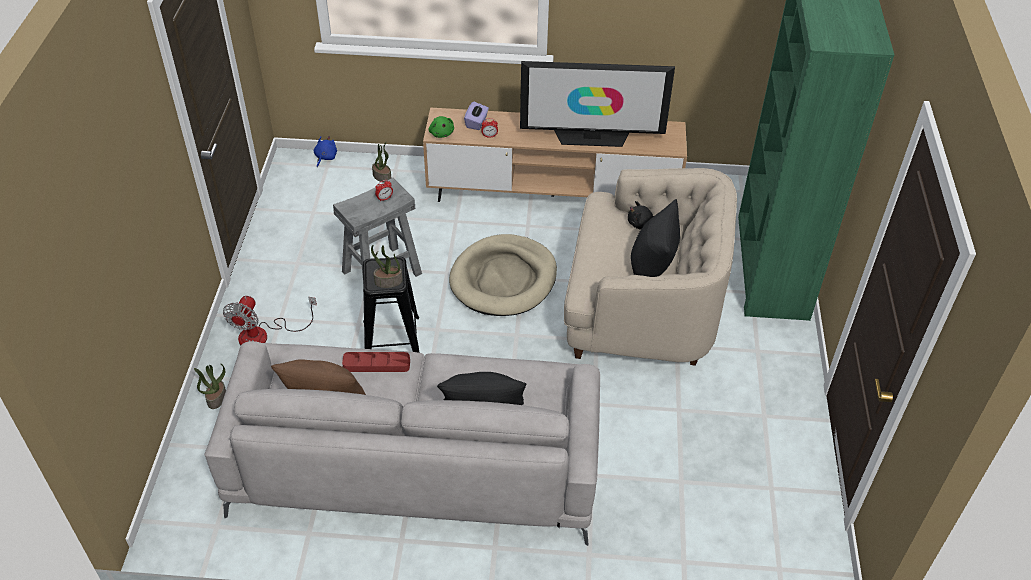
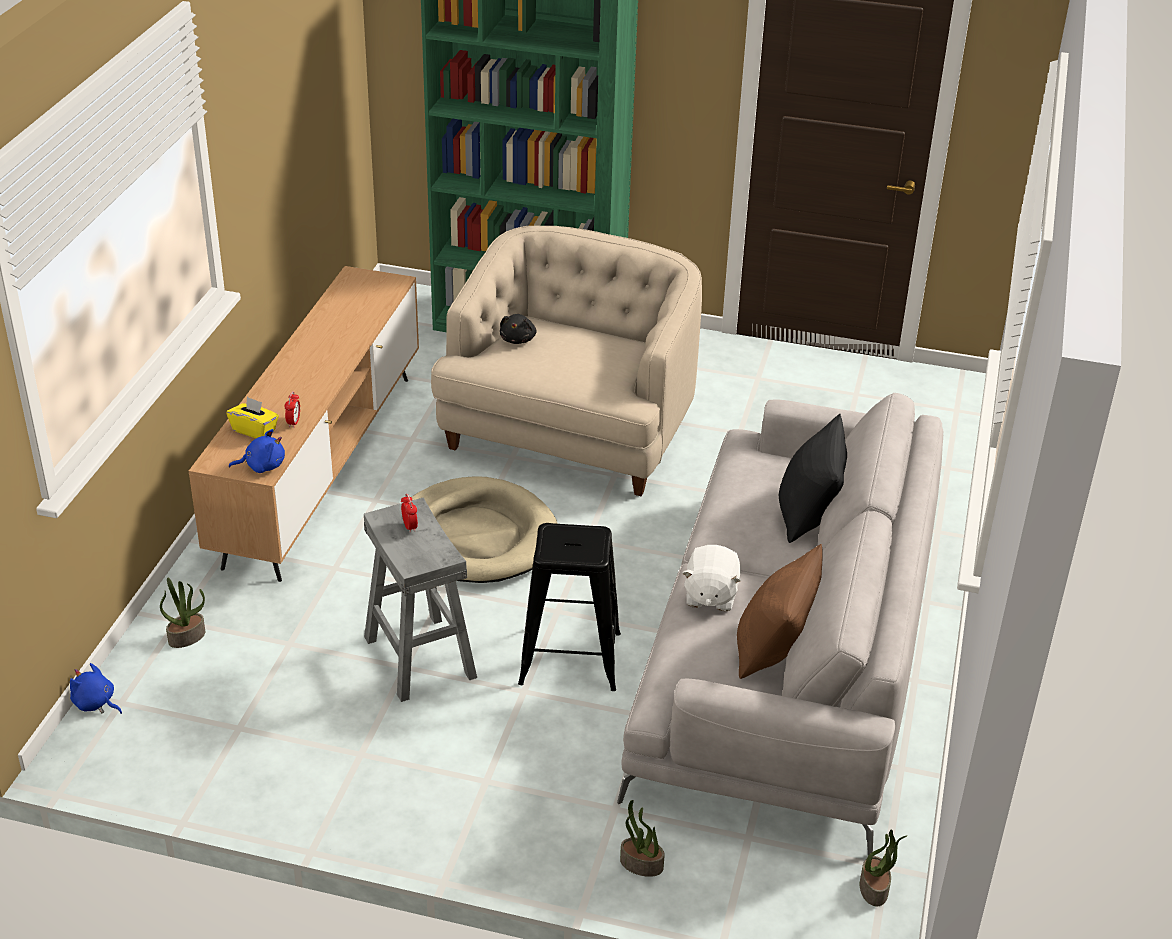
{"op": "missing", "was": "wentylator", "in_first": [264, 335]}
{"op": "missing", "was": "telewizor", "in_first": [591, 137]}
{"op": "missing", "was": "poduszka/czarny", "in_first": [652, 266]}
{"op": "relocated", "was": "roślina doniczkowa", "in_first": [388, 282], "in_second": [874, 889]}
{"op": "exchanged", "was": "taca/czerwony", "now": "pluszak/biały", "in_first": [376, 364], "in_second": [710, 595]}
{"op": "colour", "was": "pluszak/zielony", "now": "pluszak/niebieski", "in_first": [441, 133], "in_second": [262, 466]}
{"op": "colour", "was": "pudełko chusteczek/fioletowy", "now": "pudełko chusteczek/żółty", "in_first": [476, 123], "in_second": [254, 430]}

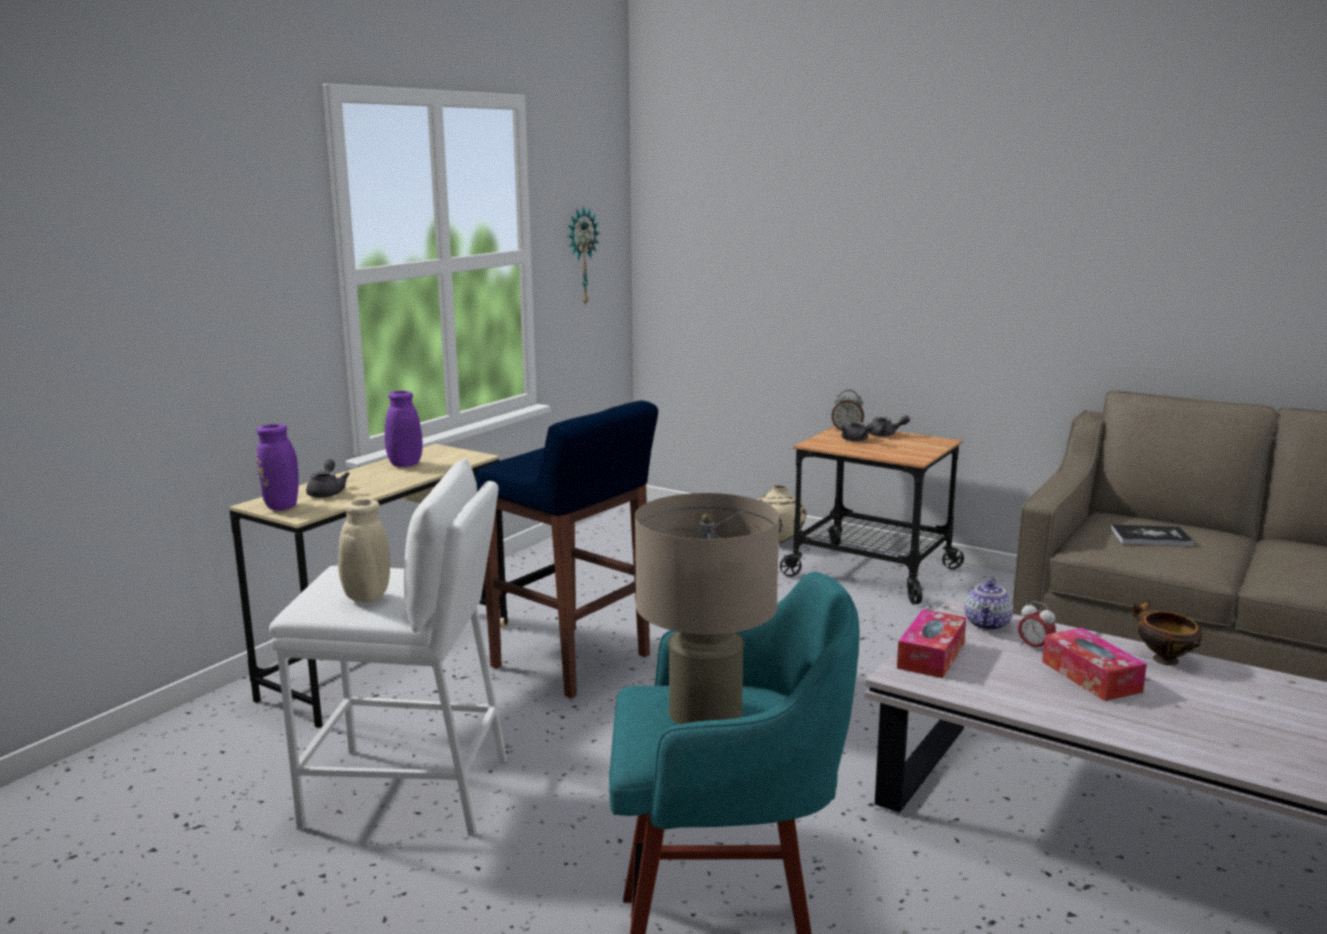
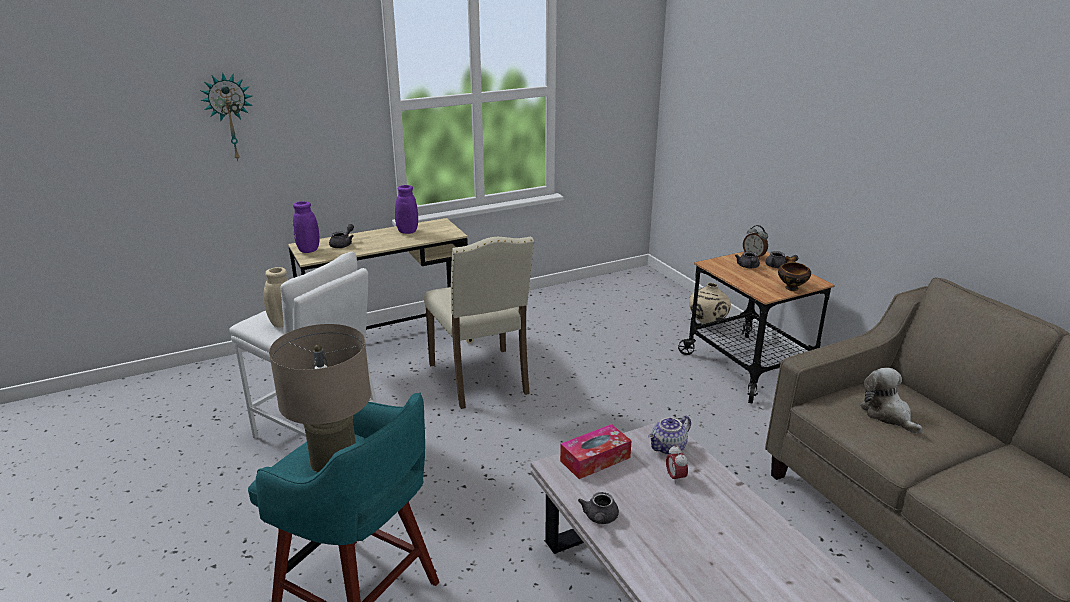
{"op": "missing", "was": "pudełko chusteczek", "in_first": [1091, 676]}
{"op": "appeared", "now": "imbryk/szary", "in_second": [599, 518]}
{"op": "relocated", "was": "zegar ścienny", "in_first": [581, 256], "in_second": [229, 117]}
{"op": "relocated", "was": "miska", "in_first": [1162, 659], "in_second": [791, 287]}
{"op": "exchanged", "was": "stołek/niebieski", "now": "krzesło/beżowy", "in_first": [572, 662], "in_second": [481, 379]}
{"op": "exchanged", "was": "książka", "now": "pluszak", "in_first": [1151, 537], "in_second": [887, 415]}

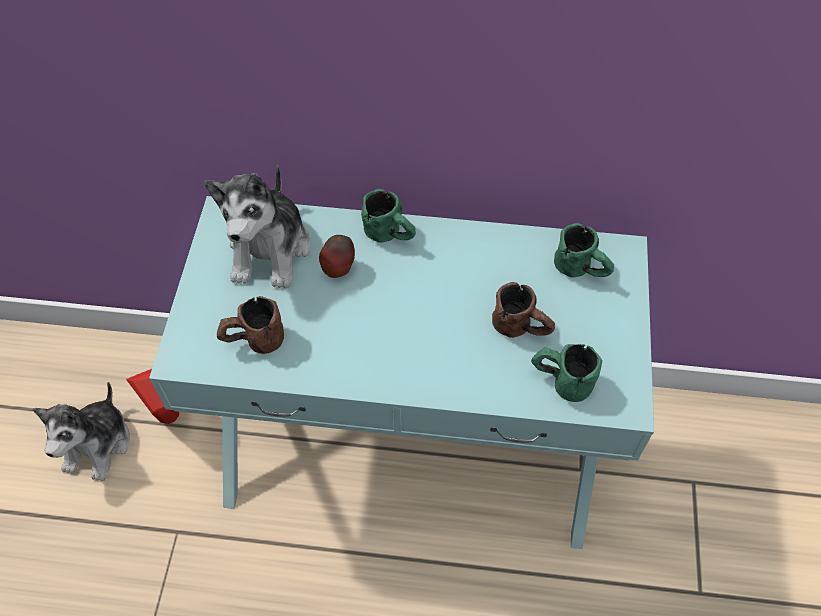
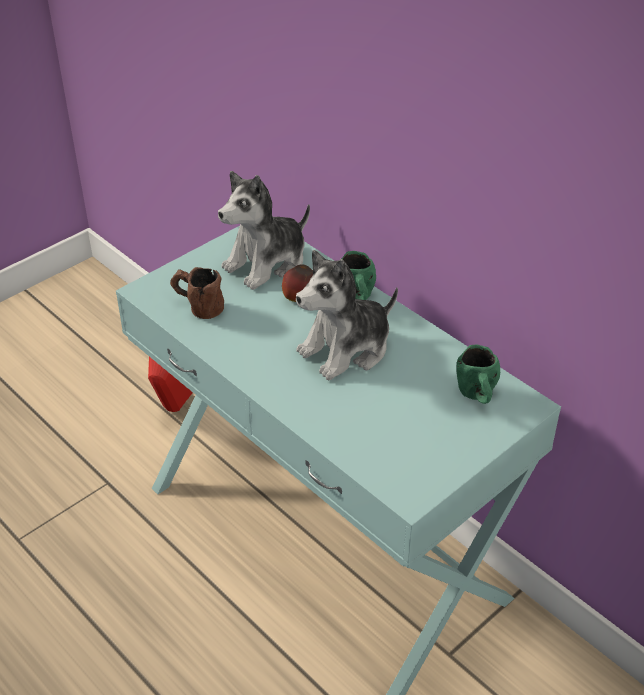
{"op": "missing", "was": "kubek/brązowy", "in_first": [522, 328]}
{"op": "missing", "was": "kubek/zielony", "in_first": [560, 381]}
{"op": "relocated", "was": "pluszak", "in_first": [98, 445], "in_second": [346, 349]}

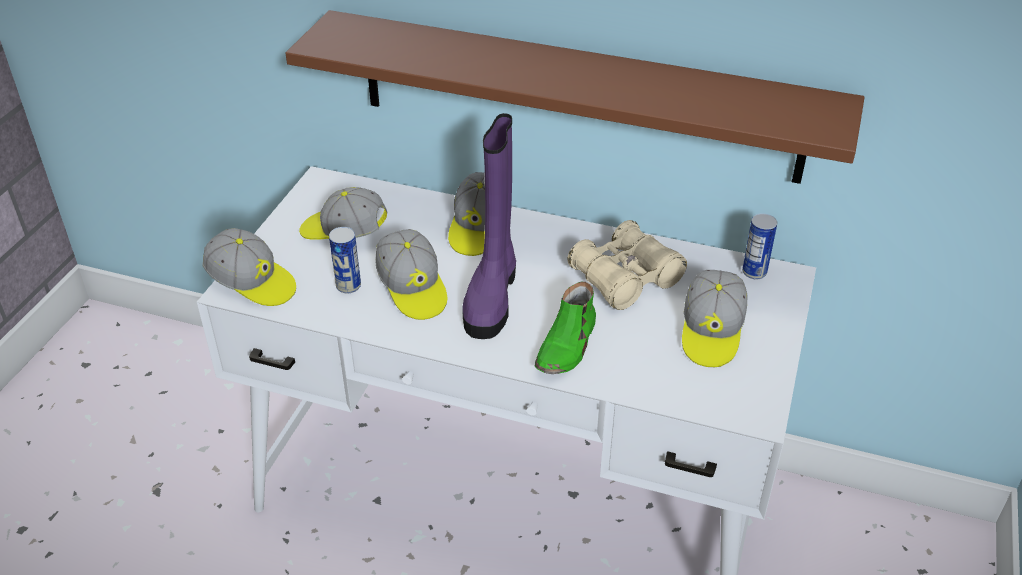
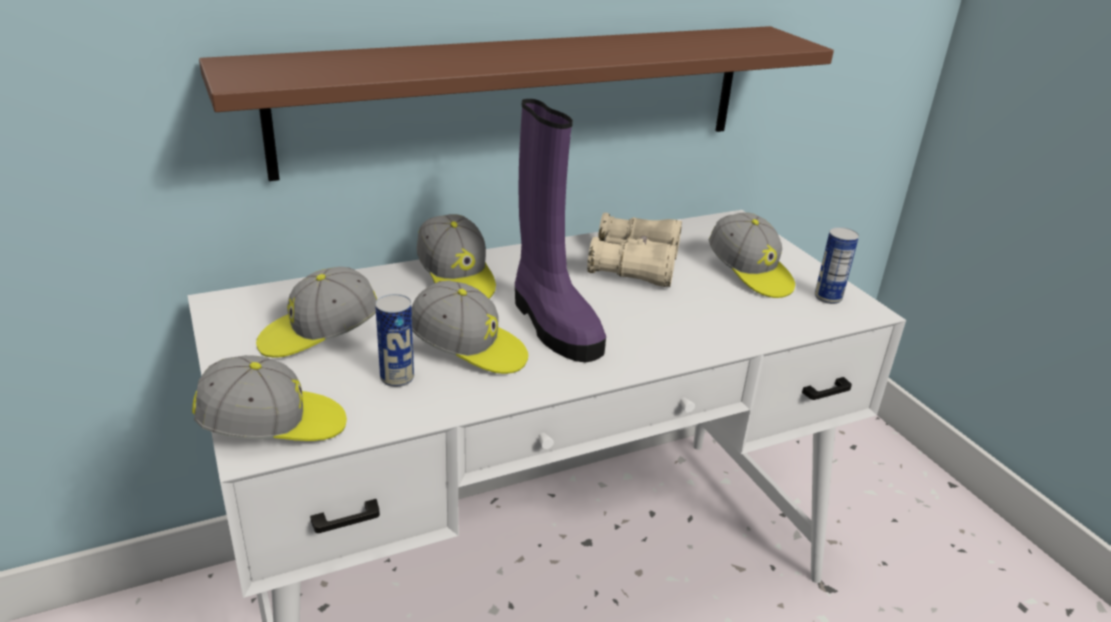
{"op": "missing", "was": "but/zielony", "in_first": [567, 345]}
{"op": "relocated", "was": "puszka", "in_first": [754, 272], "in_second": [828, 297]}

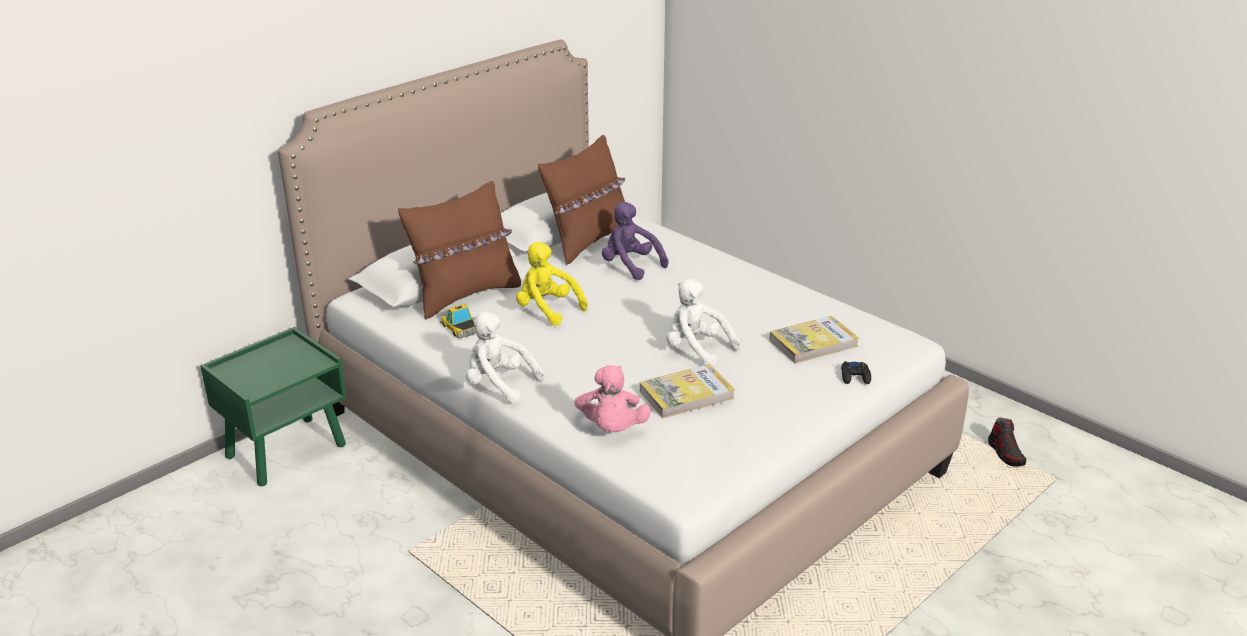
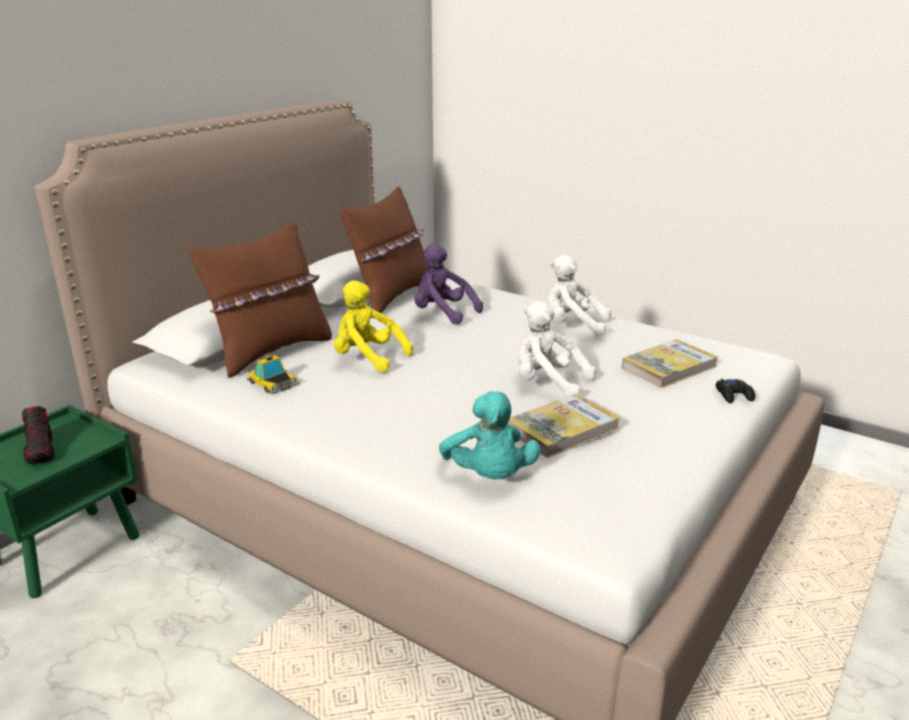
{"op": "relocated", "was": "pluszak/biały", "in_first": [499, 384], "in_second": [572, 326]}
{"op": "relocated", "was": "but", "in_first": [1006, 453], "in_second": [41, 450]}
{"op": "colour", "was": "pluszak/różowy", "now": "pluszak/turkusowy", "in_first": [612, 429], "in_second": [489, 477]}

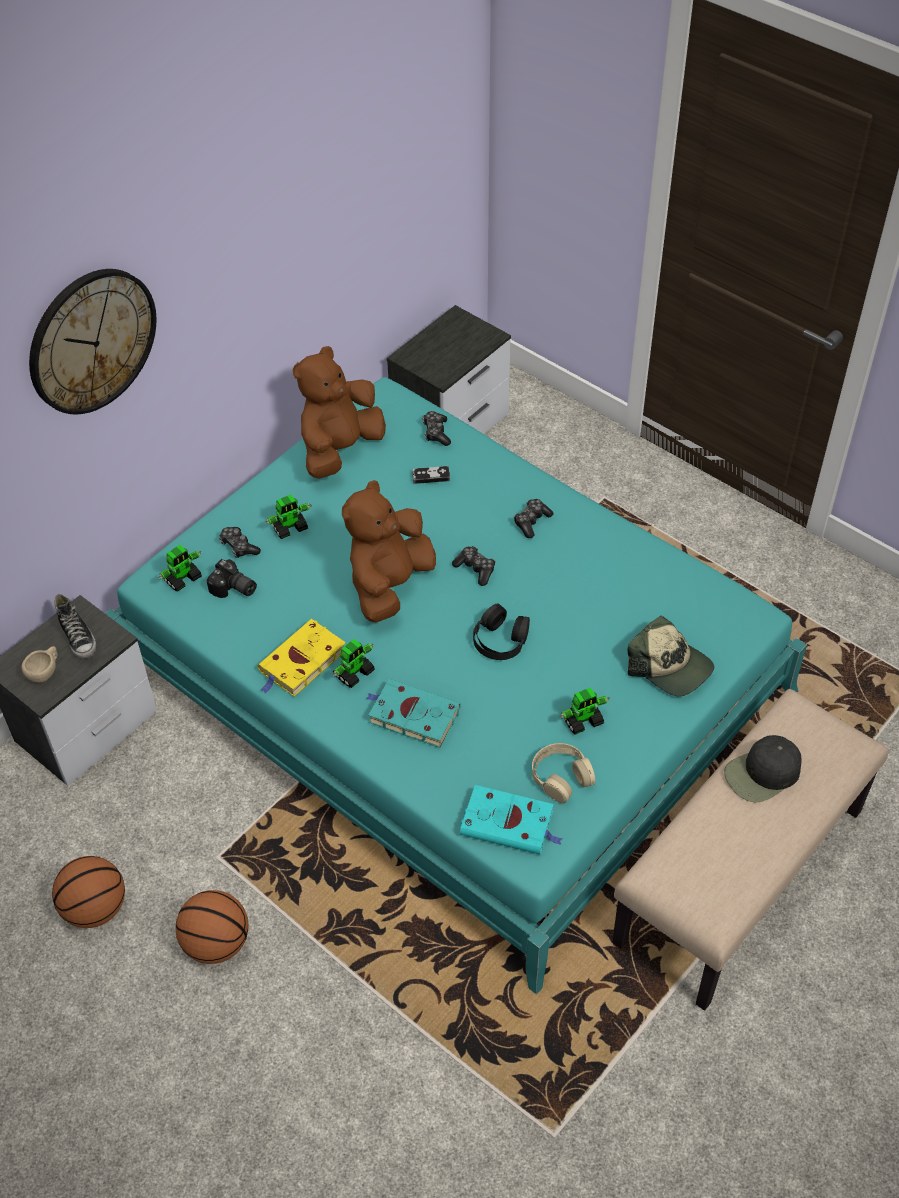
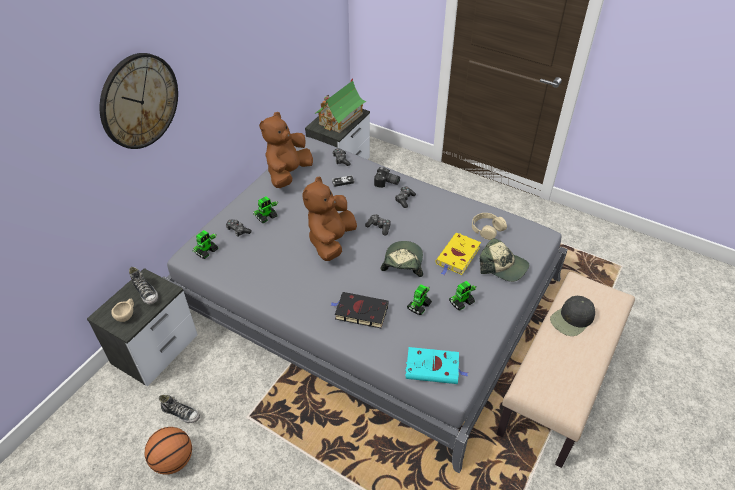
{"op": "missing", "was": "piłka do koszykówki", "in_first": [217, 943]}
{"op": "appeared", "now": "but", "in_second": [181, 413]}
{"op": "appeared", "now": "domek", "in_second": [340, 119]}
{"op": "relocated", "was": "aparat fotograficzny", "in_first": [233, 589], "in_second": [386, 183]}
{"op": "relocated", "was": "książka/żółty", "in_first": [301, 662], "in_second": [457, 257]}
{"op": "relocated", "was": "robot zabawkowy", "in_first": [354, 673], "in_second": [419, 306]}
{"op": "relocated", "was": "słuchawki/beżowy", "in_first": [561, 776], "in_second": [487, 229]}
{"op": "exchanged", "was": "słuchawki/czarny", "now": "czapka z daszkiem", "in_first": [500, 639], "in_second": [402, 263]}
{"op": "colour", "was": "łóżko/turkusowy", "now": "łóżko/szary", "in_first": [451, 679], "in_second": [368, 296]}
{"op": "colour", "was": "książka/turkusowy", "now": "książka/czarny", "in_first": [411, 715], "in_second": [360, 312]}

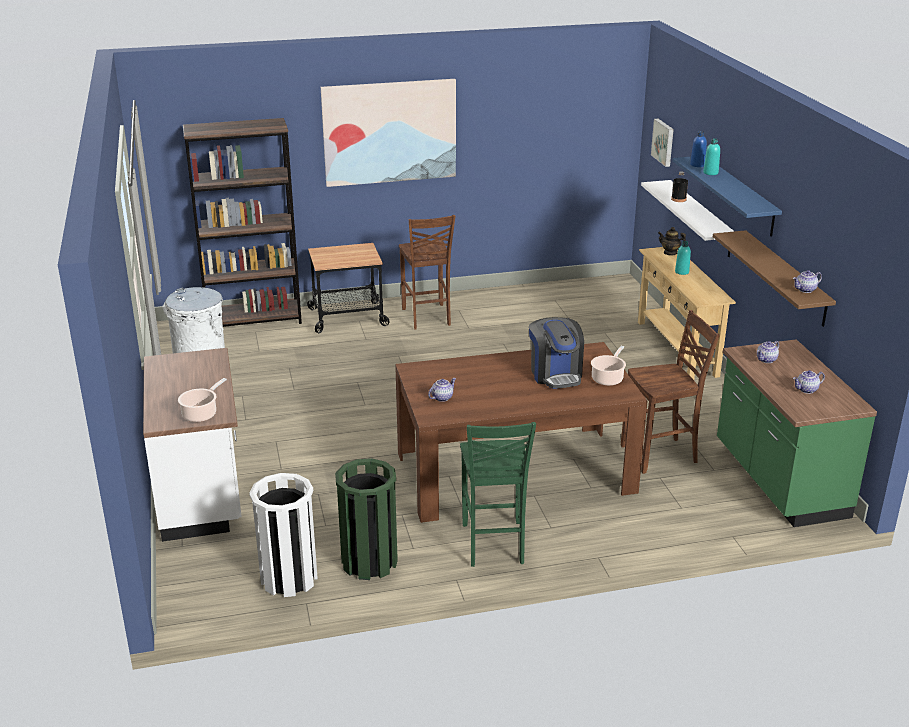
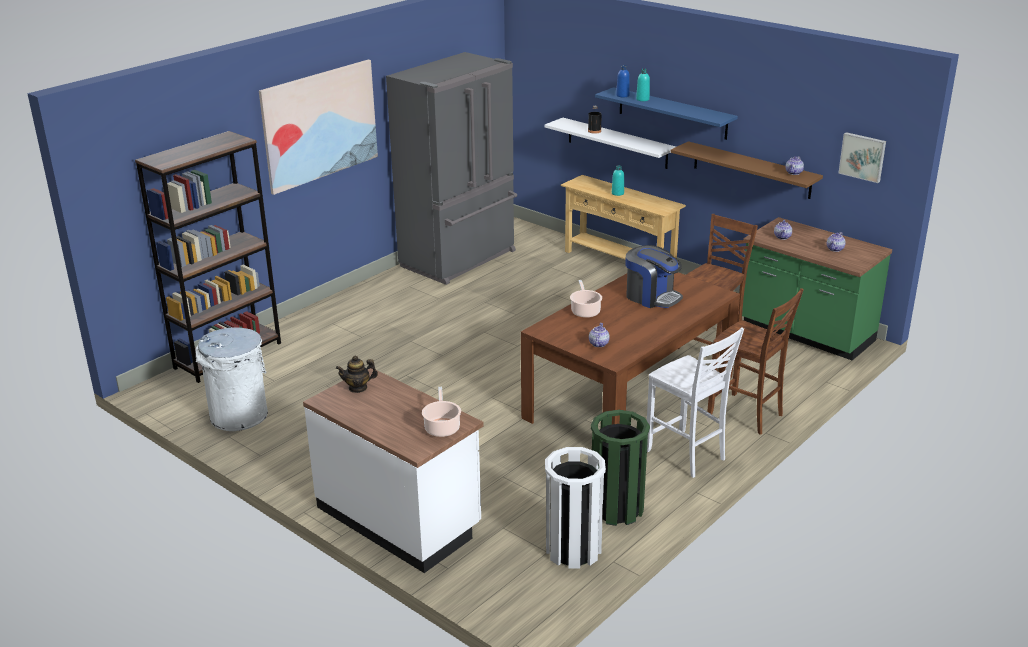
{"op": "missing", "was": "wózek", "in_first": [348, 317]}
{"op": "appeared", "now": "lodówka/szary", "in_second": [460, 259]}
{"op": "relocated", "was": "krzesło/brązowy", "in_first": [427, 317], "in_second": [746, 415]}
{"op": "relocated", "was": "garnek", "in_first": [608, 378], "in_second": [585, 311]}
{"op": "relocated", "was": "obraz", "in_first": [664, 142], "in_second": [863, 156]}
{"op": "relocated", "was": "imbryk", "in_first": [670, 253], "in_second": [358, 388]}
{"op": "colour", "was": "krzesło/zielony", "now": "krzesło/biały", "in_first": [493, 545], "in_second": [687, 455]}

